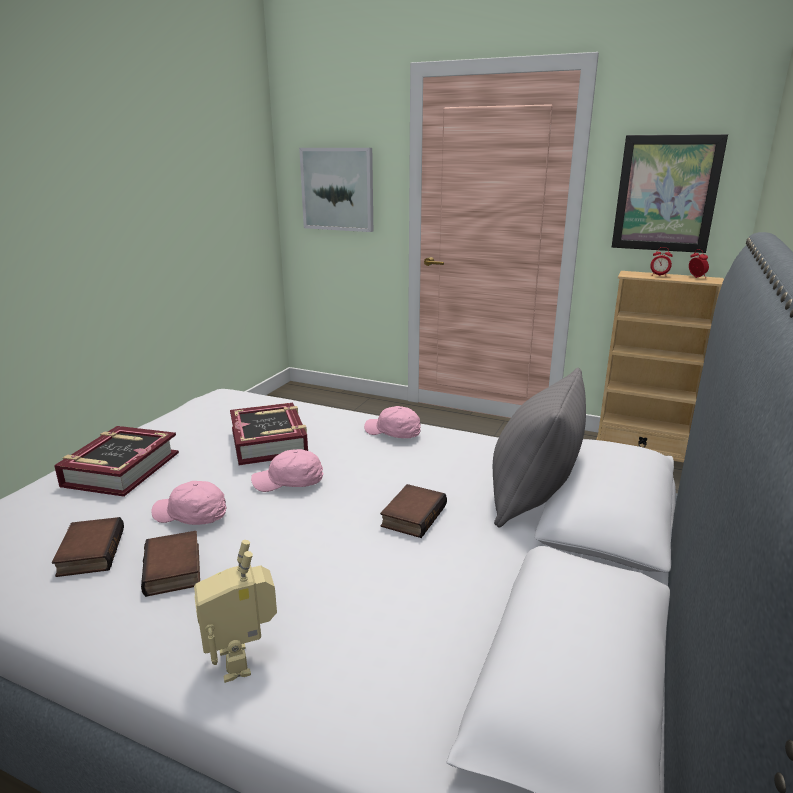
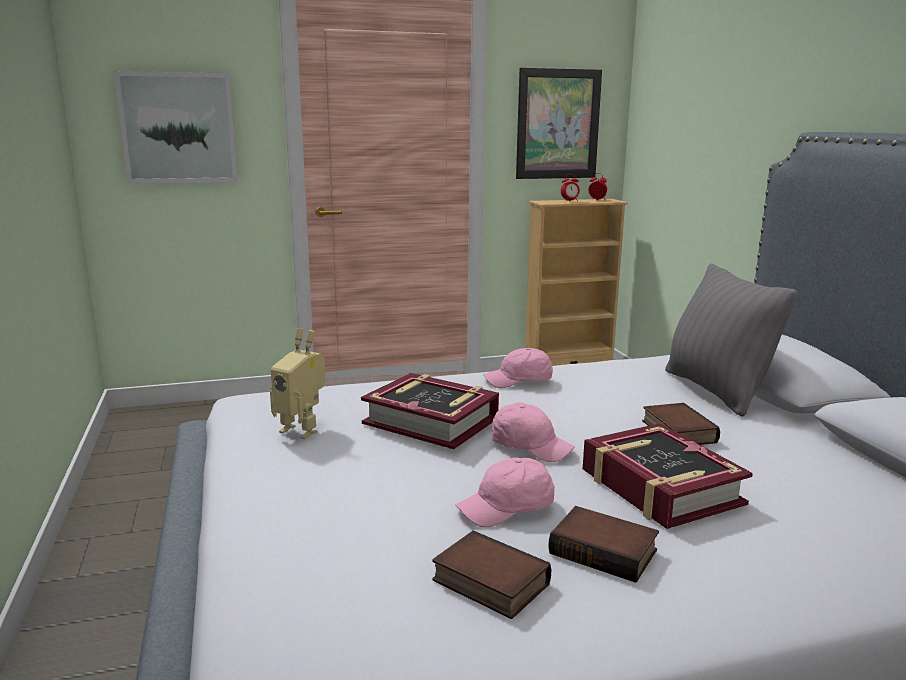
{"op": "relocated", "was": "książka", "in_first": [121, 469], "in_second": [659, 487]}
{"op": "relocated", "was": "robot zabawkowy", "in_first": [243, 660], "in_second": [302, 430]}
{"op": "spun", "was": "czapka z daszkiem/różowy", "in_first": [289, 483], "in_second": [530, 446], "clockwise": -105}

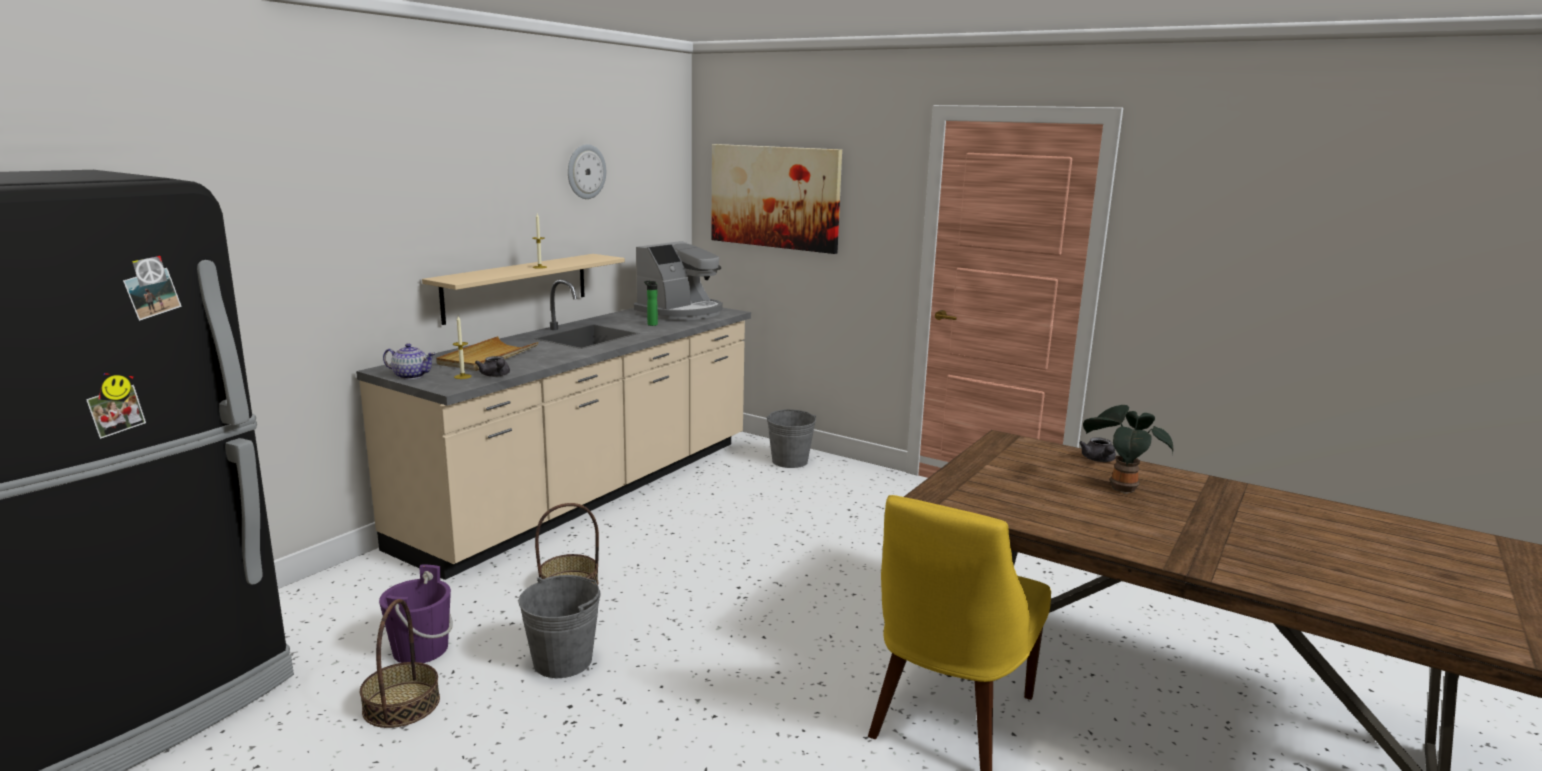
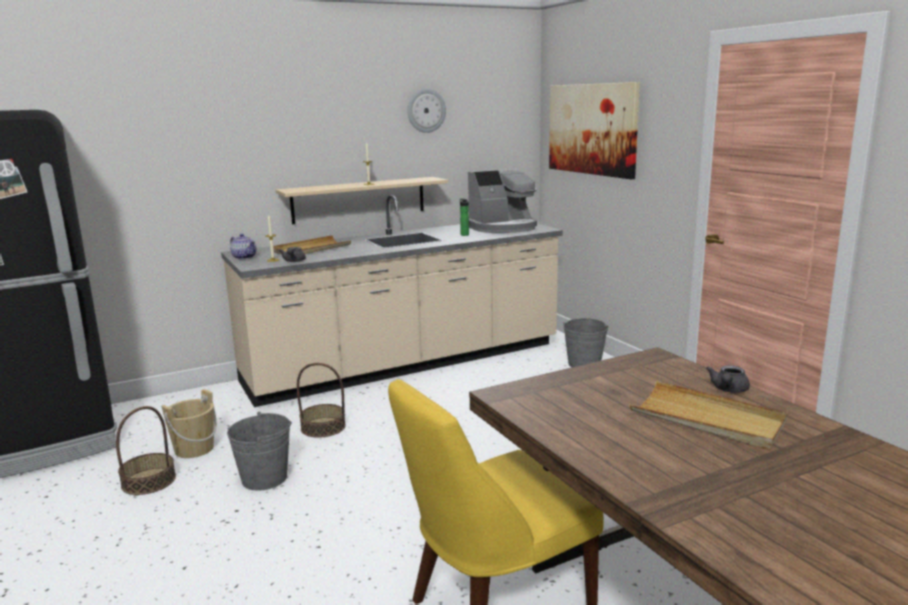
{"op": "exchanged", "was": "roślina doniczkowa", "now": "taca/beżowy", "in_first": [1119, 488], "in_second": [707, 419]}
{"op": "colour", "was": "wiadro/fioletowy", "now": "wiadro/beżowy", "in_first": [420, 649], "in_second": [194, 449]}

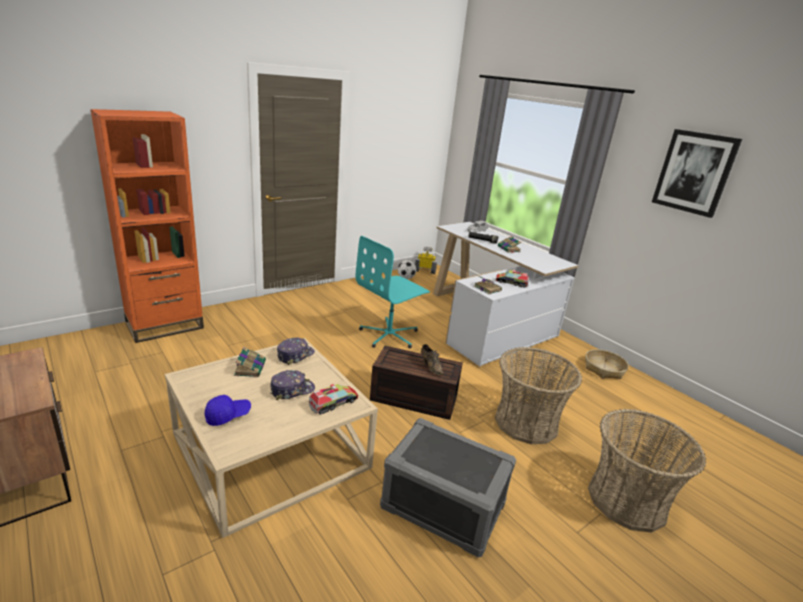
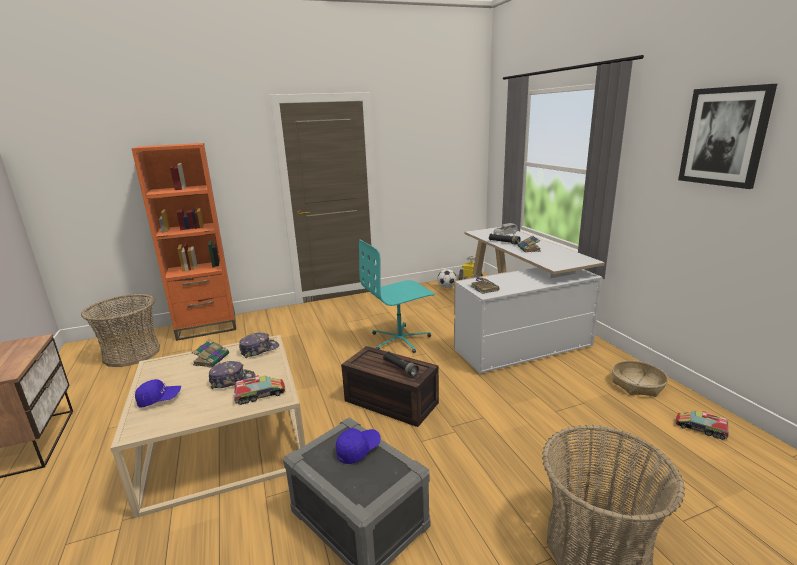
{"op": "appeared", "now": "czapka z daszkiem/niebieski", "in_second": [358, 450]}
{"op": "relocated", "was": "koszyk", "in_first": [526, 422], "in_second": [132, 354]}
{"op": "relocated", "was": "ciężarówka zabawkowa", "in_first": [511, 283], "in_second": [700, 429]}
{"op": "exchanged", "was": "but/brązowy", "now": "latarka/czarny", "in_first": [431, 367], "in_second": [400, 368]}

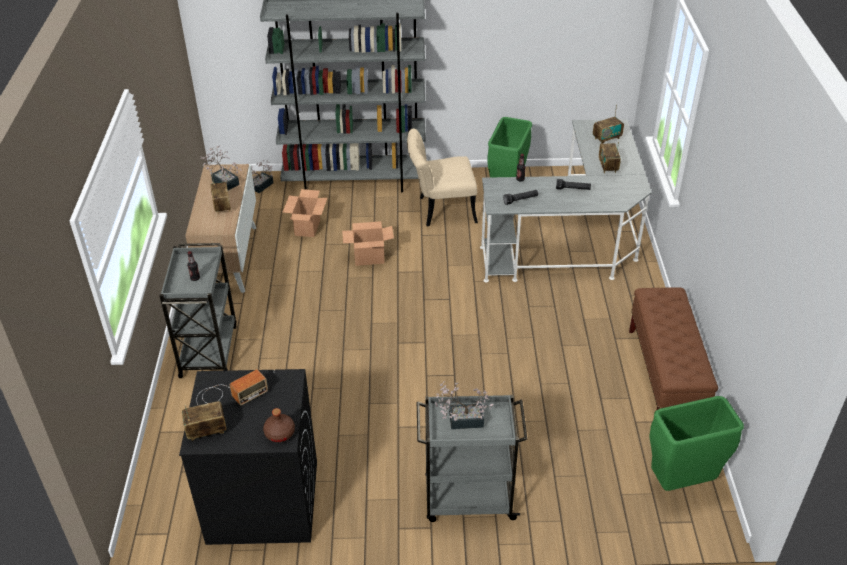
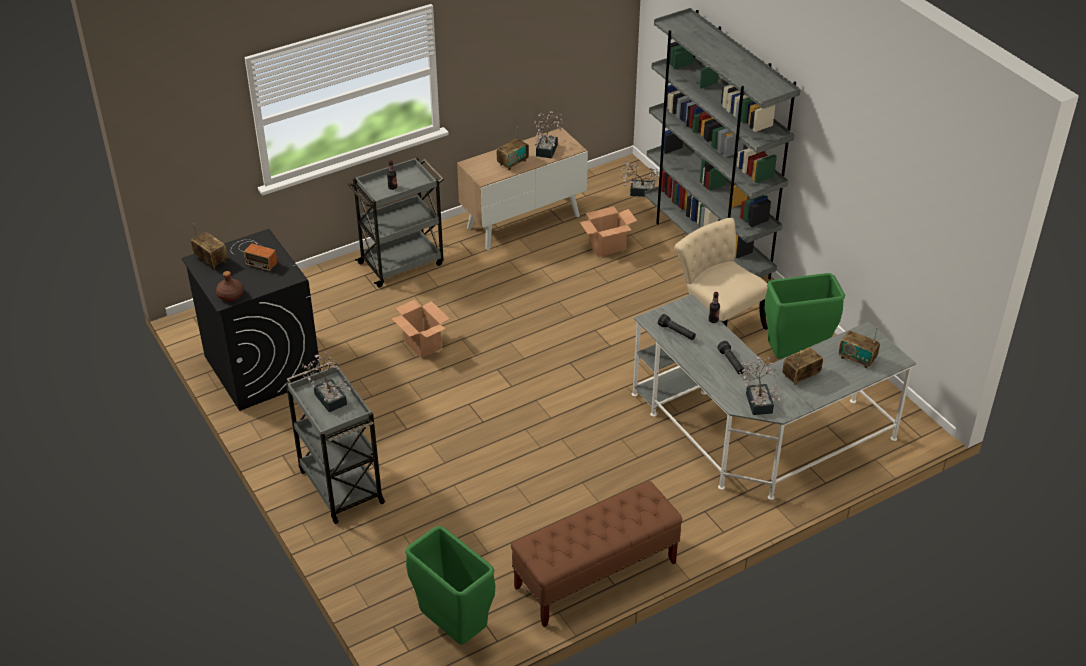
{"op": "appeared", "now": "roślina doniczkowa", "in_second": [758, 400]}
{"op": "relocated", "was": "karton", "in_first": [368, 258], "in_second": [422, 344]}

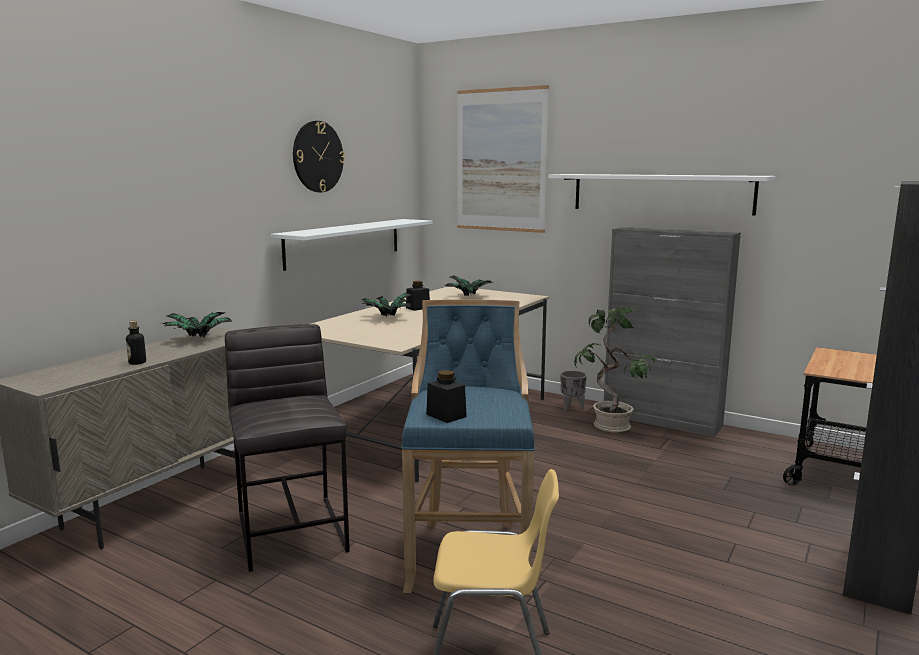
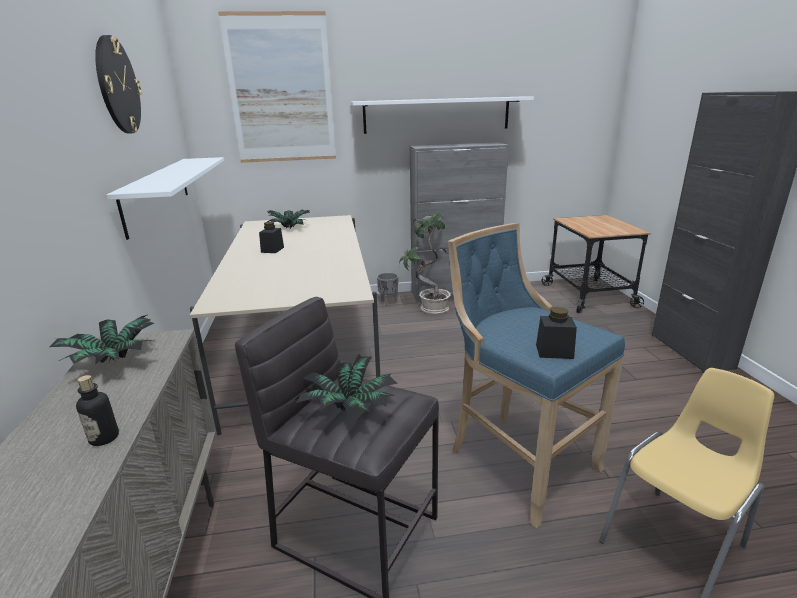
{"op": "relocated", "was": "roślina doniczkowa", "in_first": [388, 318], "in_second": [349, 410]}

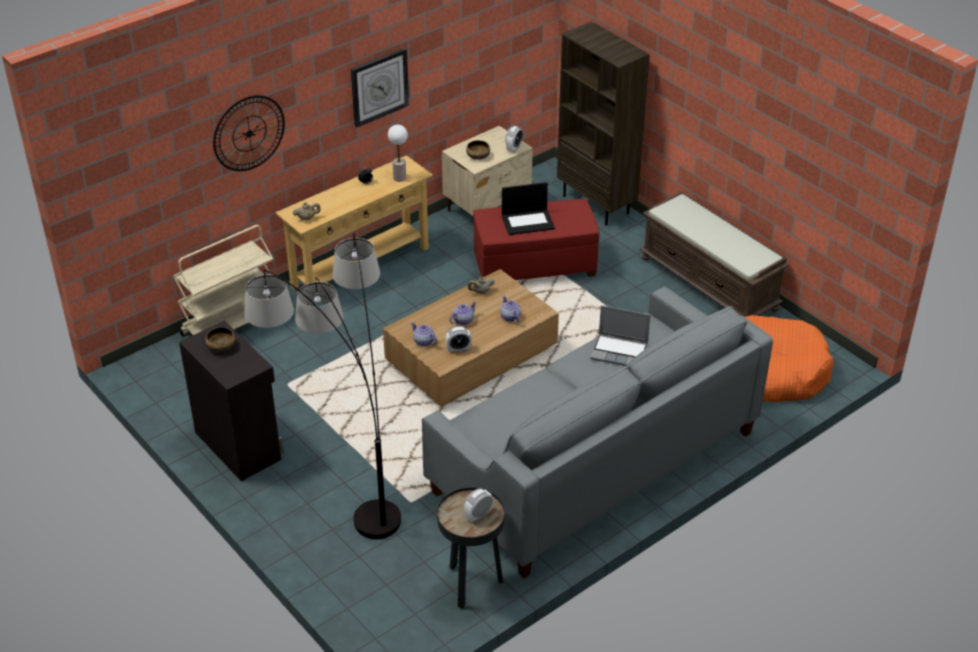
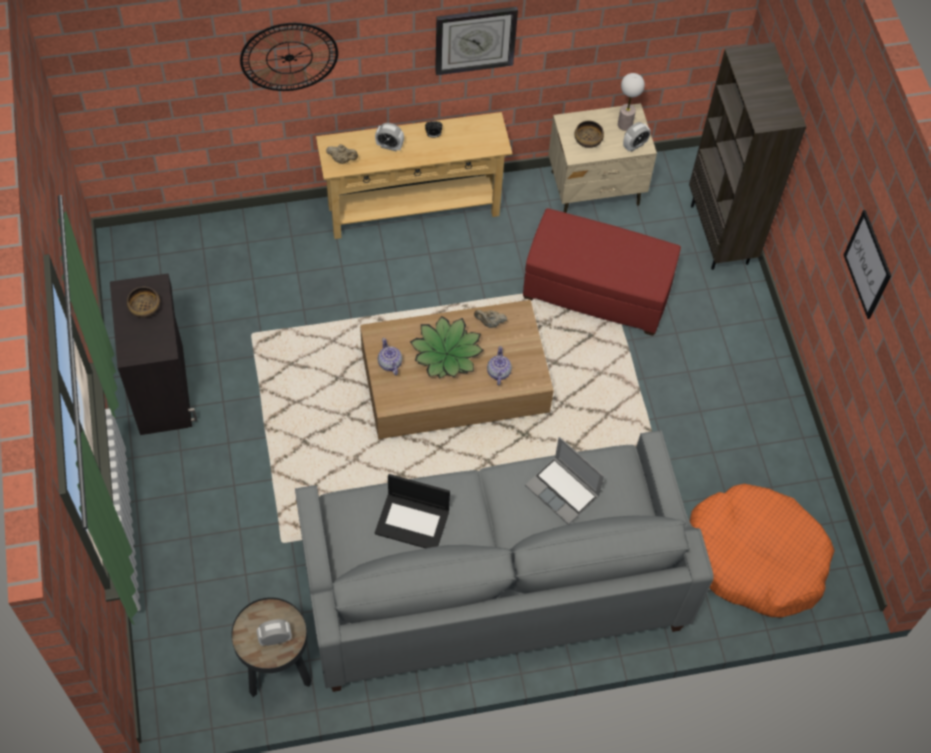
{"op": "missing", "was": "wózek/beżowy", "in_first": [231, 324]}
{"op": "missing", "was": "lampa stojąca", "in_first": [345, 487]}
{"op": "missing", "was": "ławka/brązowy", "in_first": [710, 283]}
{"op": "appeared", "now": "obraz", "in_second": [867, 264]}
{"op": "relocated", "was": "lampa stołowa", "in_first": [399, 178], "in_second": [625, 124]}
{"op": "relocated", "was": "budzik", "in_first": [458, 349], "in_second": [389, 146]}
{"op": "relocated", "was": "laptop", "in_first": [528, 221], "in_second": [413, 521]}
{"op": "exchanged", "was": "imbryk", "now": "roślina doniczkowa", "in_first": [462, 320], "in_second": [446, 353]}

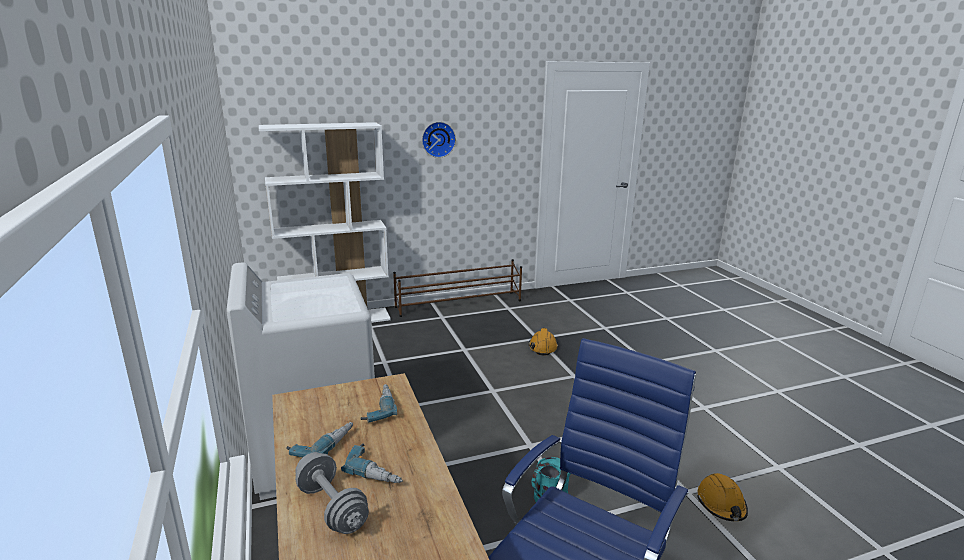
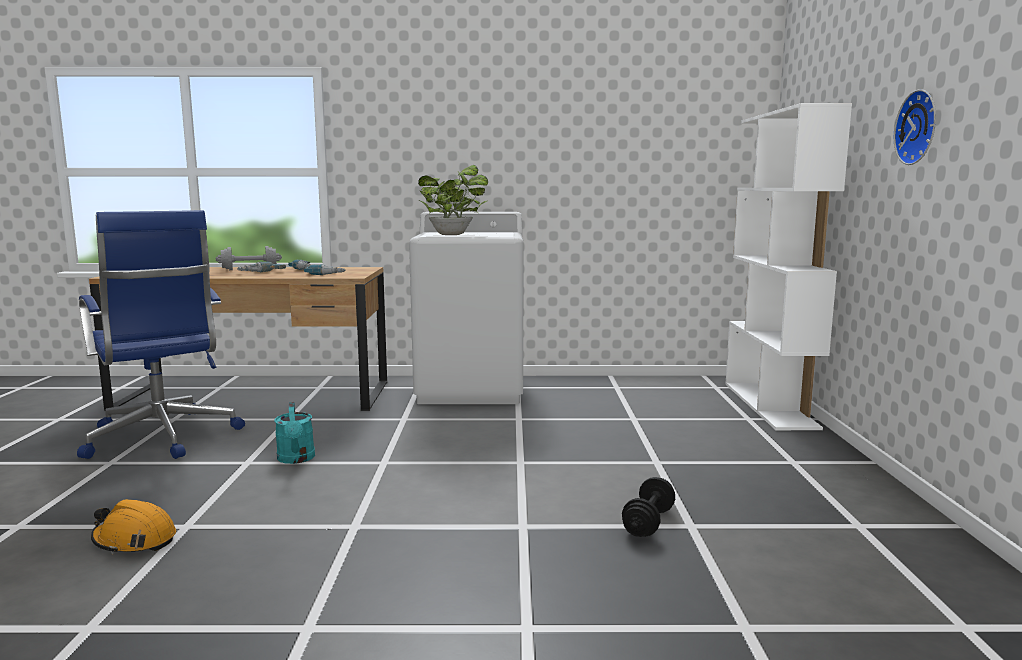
{"op": "missing", "was": "regał na buty/brązowy", "in_first": [459, 304]}
{"op": "appeared", "now": "roślina doniczkowa", "in_second": [453, 234]}
{"op": "exchanged", "was": "kask/pomarańczowy", "now": "hantel/czarny", "in_first": [543, 347], "in_second": [648, 523]}

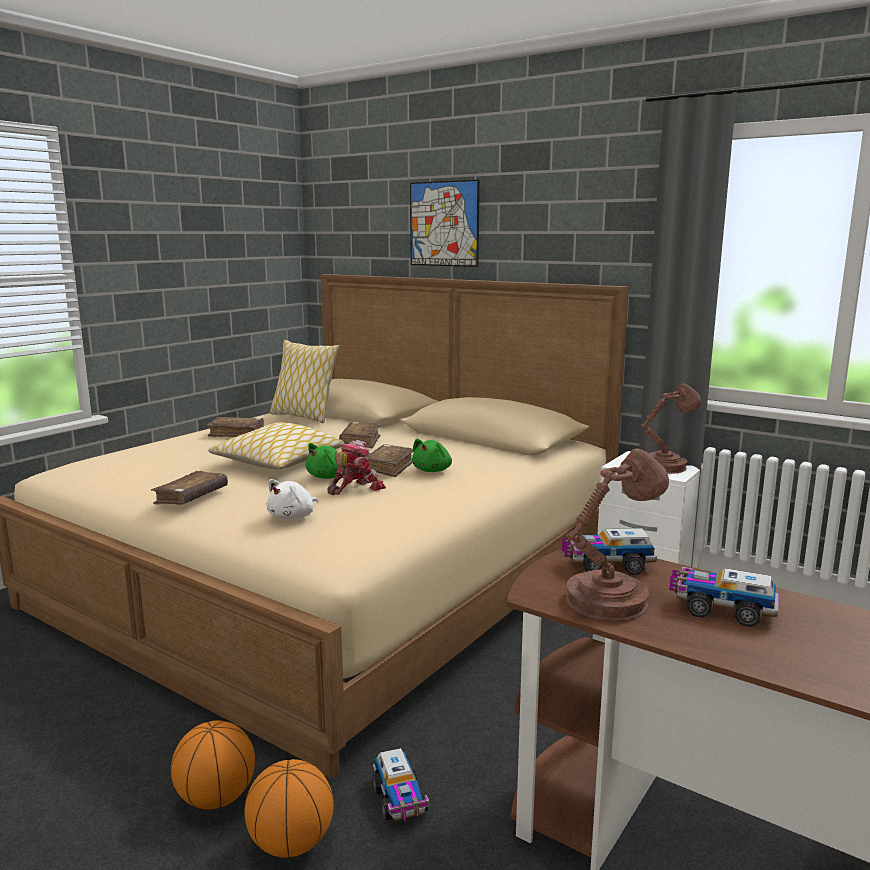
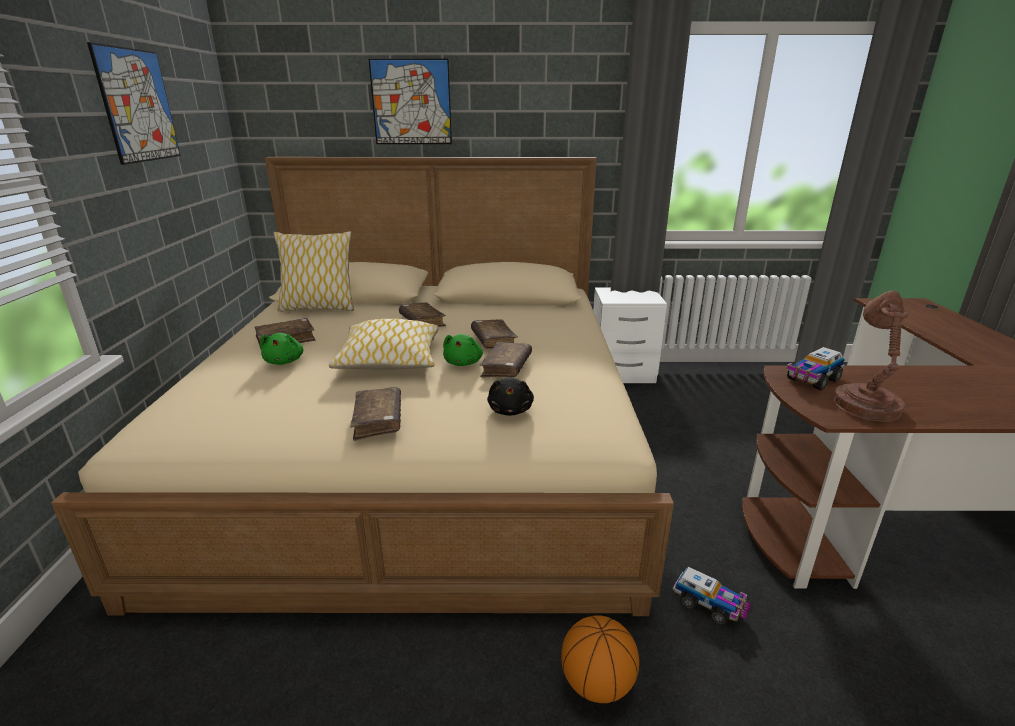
{"op": "missing", "was": "piłka do koszykówki", "in_first": [291, 843]}
{"op": "missing", "was": "lampa stołowa/brązowy", "in_first": [666, 466]}
{"op": "missing", "was": "ciężarówka zabawkowa", "in_first": [721, 609]}
{"op": "appeared", "now": "obraz", "in_second": [138, 105]}
{"op": "relocated", "was": "pluszak/zielony", "in_first": [433, 470], "in_second": [284, 361]}
{"op": "exchanged", "was": "robot zabawkowy", "now": "książka/brązowy", "in_first": [355, 488], "in_second": [506, 367]}
{"op": "colour", "was": "pluszak/biały", "now": "pluszak/czarny", "in_first": [293, 517], "in_second": [510, 410]}

